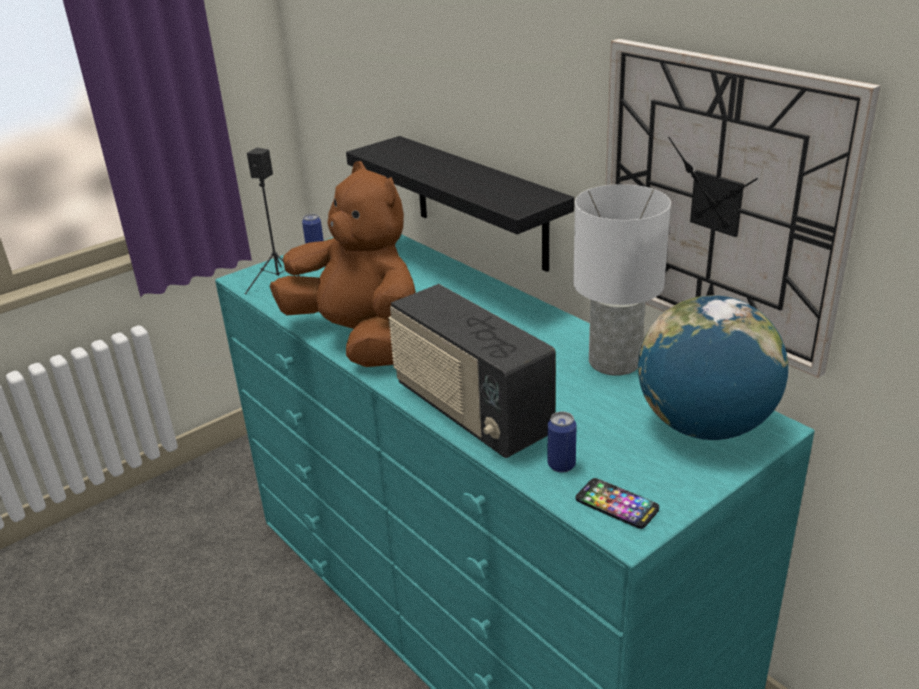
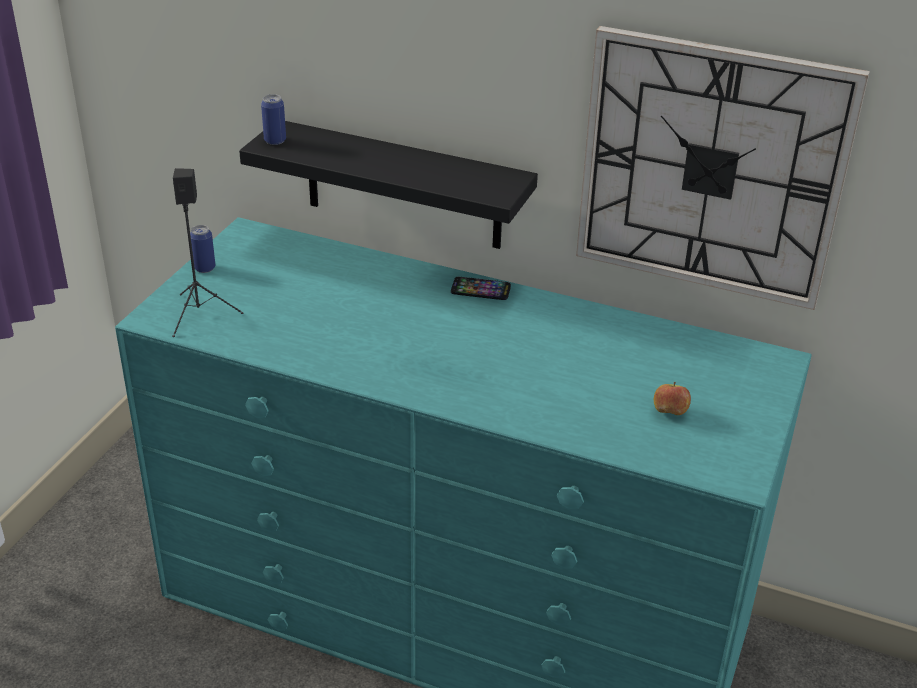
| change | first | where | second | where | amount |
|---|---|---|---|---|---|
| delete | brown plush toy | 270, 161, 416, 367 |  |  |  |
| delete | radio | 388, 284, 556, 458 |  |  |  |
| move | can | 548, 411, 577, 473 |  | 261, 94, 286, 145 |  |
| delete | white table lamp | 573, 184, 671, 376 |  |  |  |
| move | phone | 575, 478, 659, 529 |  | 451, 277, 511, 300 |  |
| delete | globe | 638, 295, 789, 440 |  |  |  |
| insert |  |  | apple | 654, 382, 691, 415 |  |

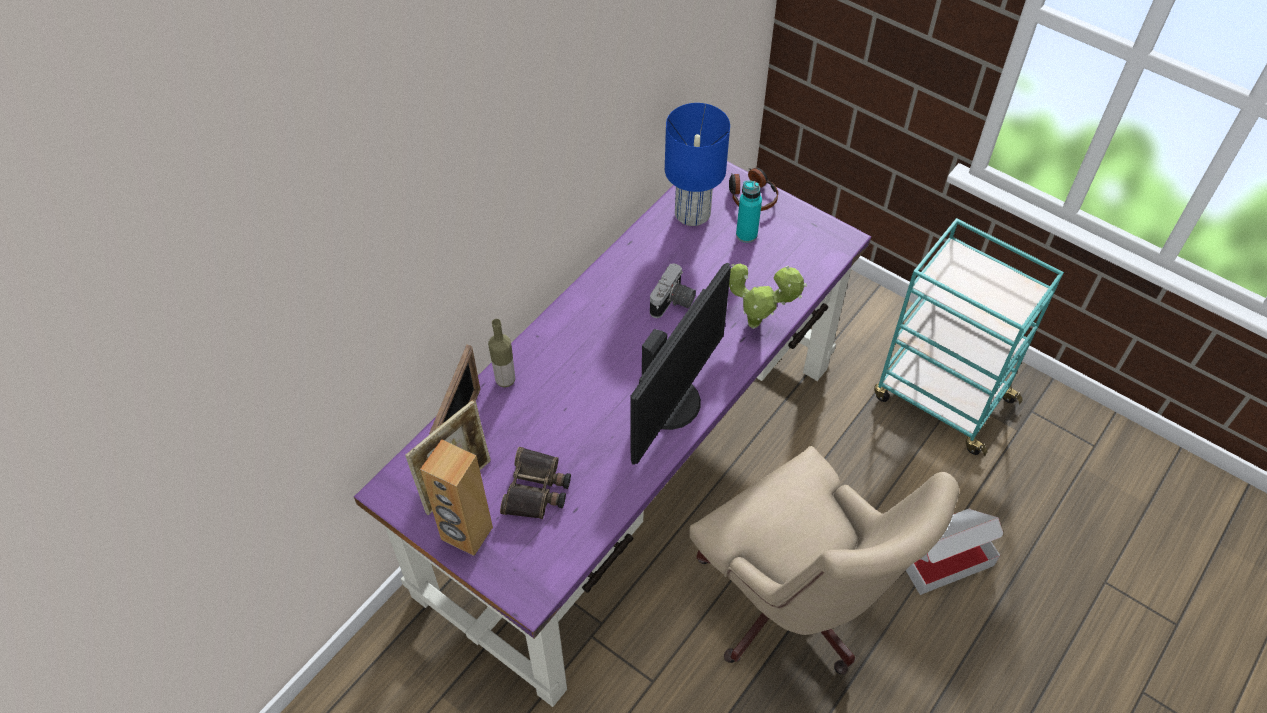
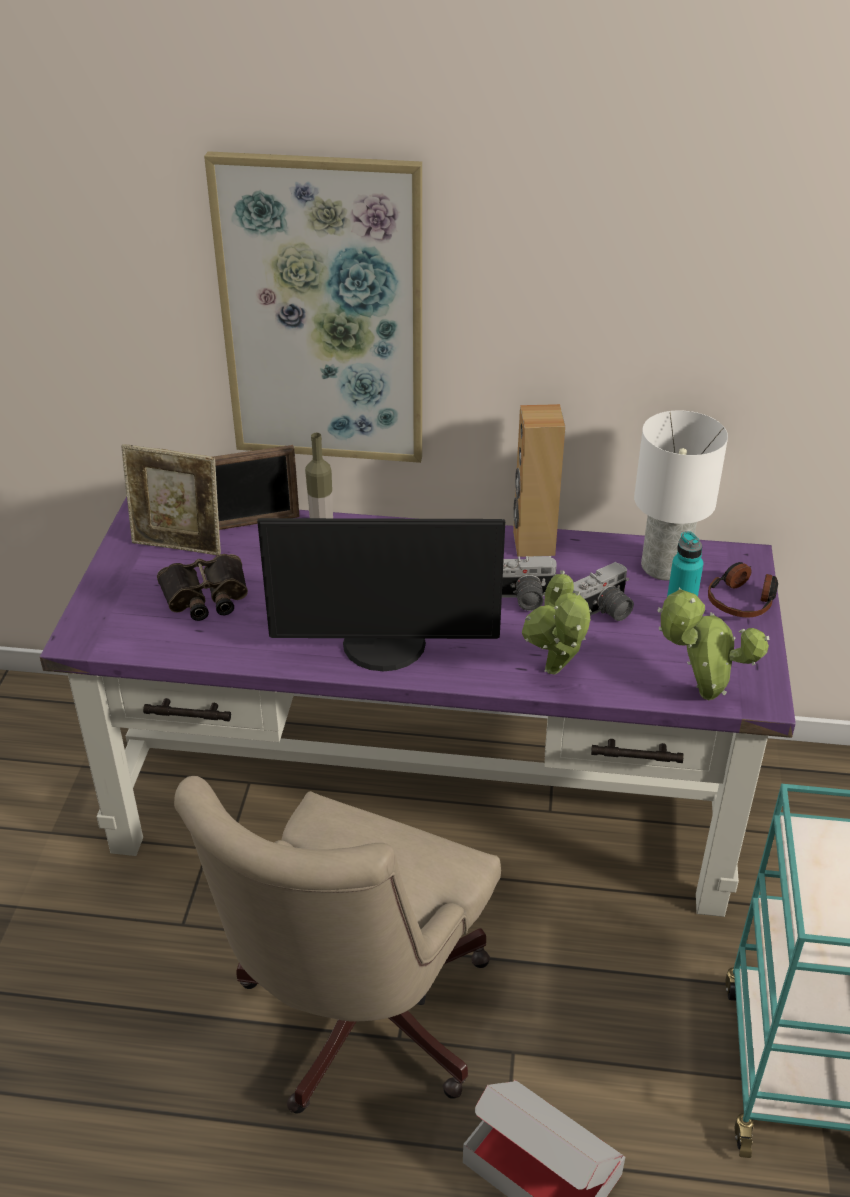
| change | first | where | second | where | amount |
|---|---|---|---|---|---|
| move | brown speaker | 420, 439, 493, 556 |  | 513, 404, 565, 557 |  |
| recolor | blue table lamp | 665, 103, 730, 226 | white table lamp | 634, 411, 728, 581 |  |
| insert |  |  | picture | 204, 151, 422, 463 |  |
| insert |  |  | photo camera | 572, 562, 634, 621 |  |
| insert |  |  | potted plant | 657, 588, 770, 701 |  |

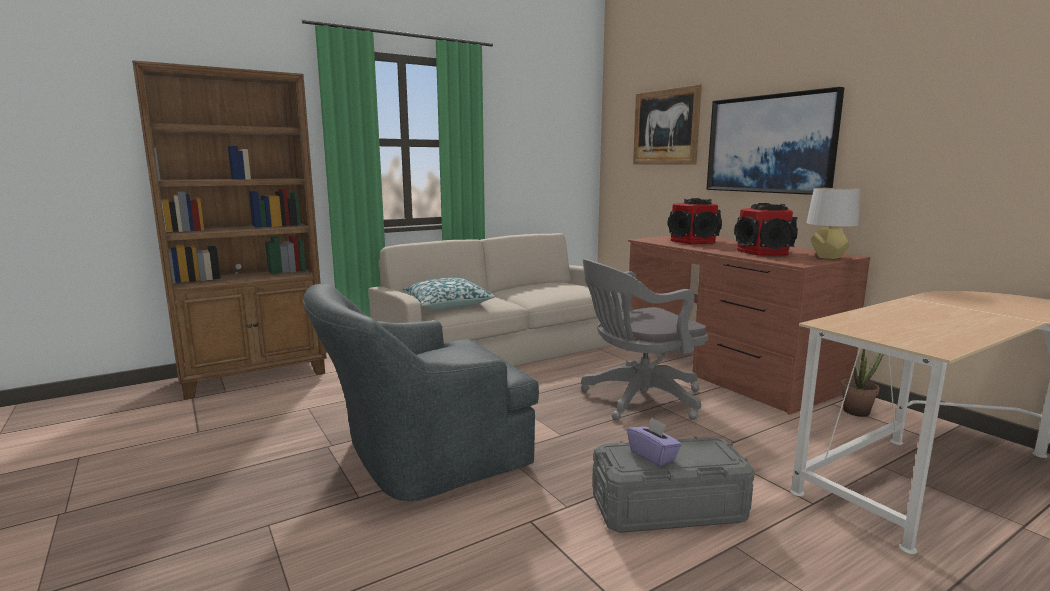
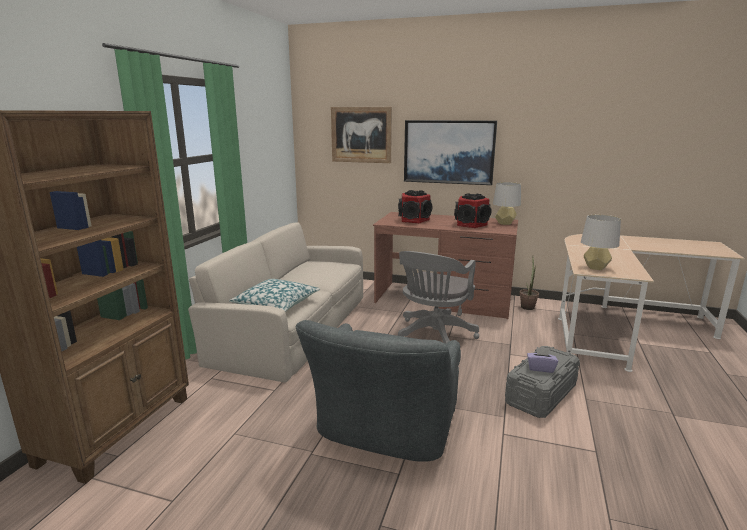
| change | first | where | second | where | amount |
|---|---|---|---|---|---|
| insert |  |  | grey table lamp | 581, 215, 621, 270 |  |

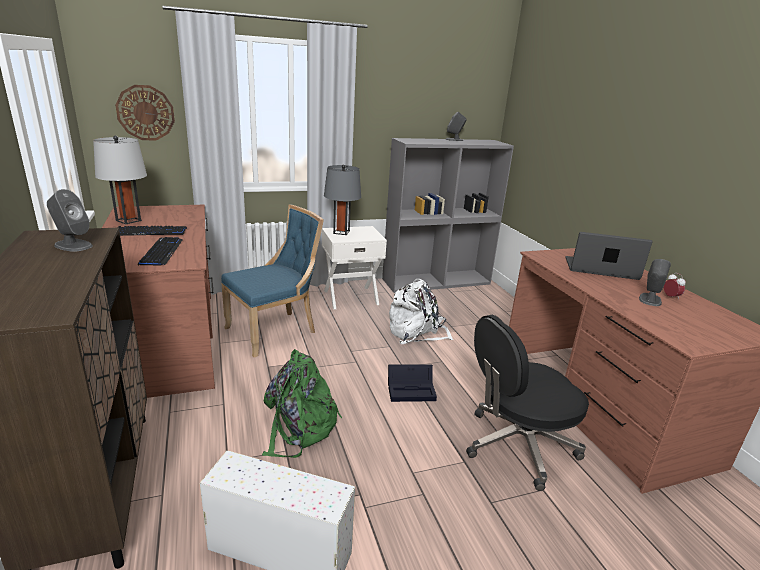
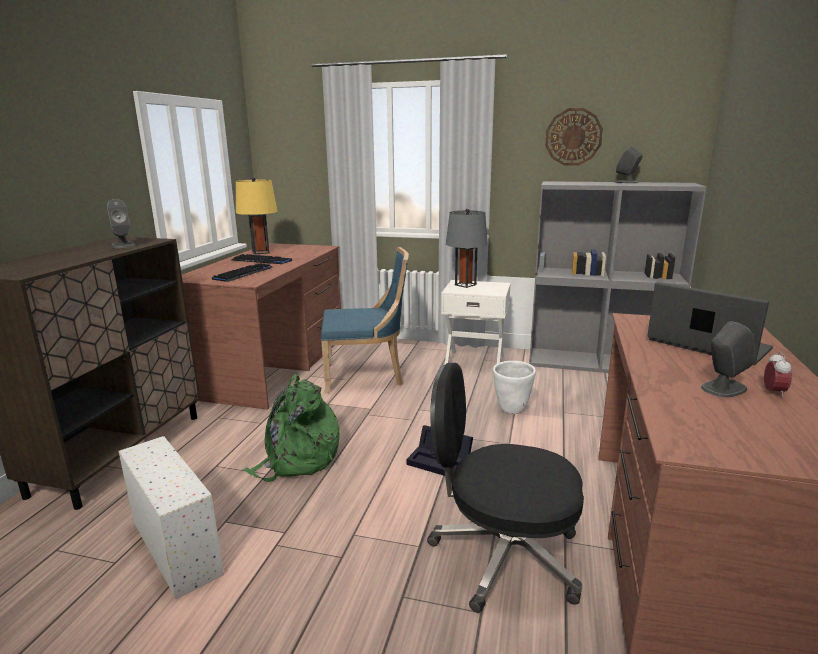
| change | first | where | second | where | amount |
|---|---|---|---|---|---|
| recolor | grey table lamp | 93, 136, 147, 224 | yellow table lamp | 236, 177, 277, 255 |  |
| move | wall clock | 115, 85, 175, 140 |  | 545, 108, 603, 166 |  |
| replace | white backpack | 389, 279, 453, 344 | white planter | 493, 361, 536, 414 |  |

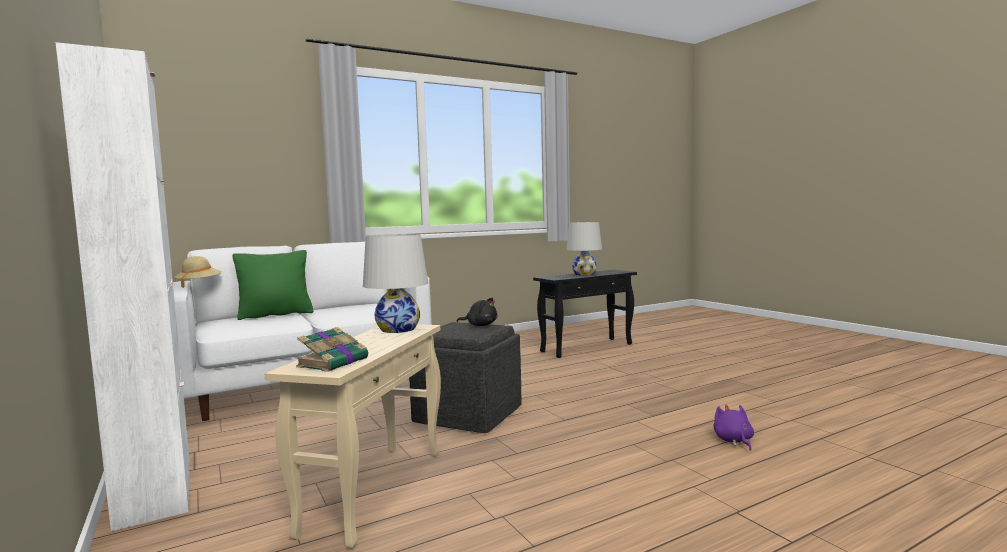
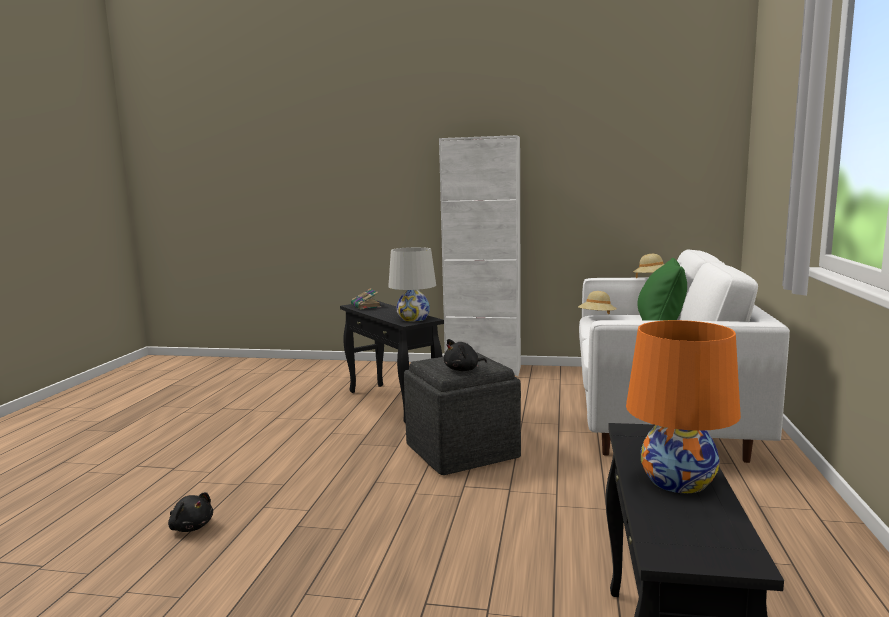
| change | first | where | second | where | amount |
|---|---|---|---|---|---|
| recolor | beige side table | 264, 324, 441, 549 | black side table | 340, 301, 444, 423 |  |
| recolor | white table lamp | 567, 222, 602, 275 | orange table lamp | 626, 320, 741, 493 |  |
| recolor | purple plush toy | 713, 405, 754, 451 | black plush toy | 168, 492, 213, 532 |  |
| insert |  |  | beige hat | 578, 291, 617, 314 |  |

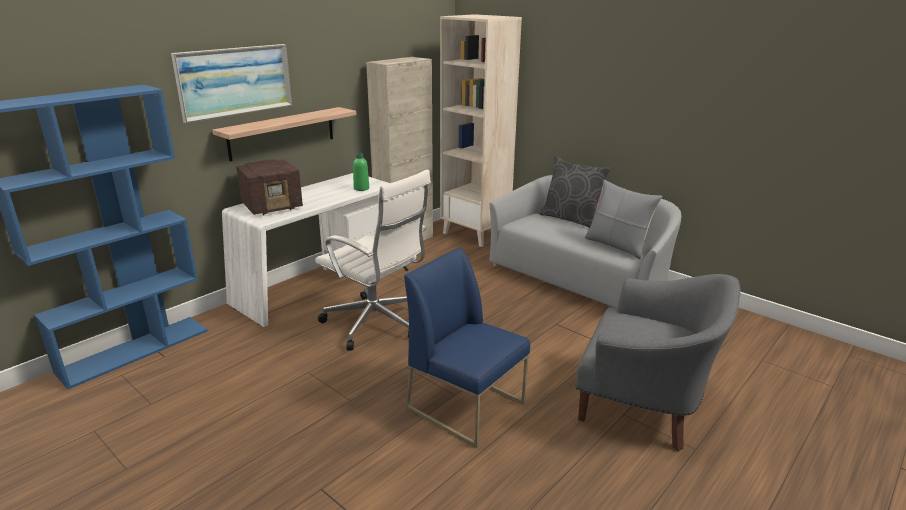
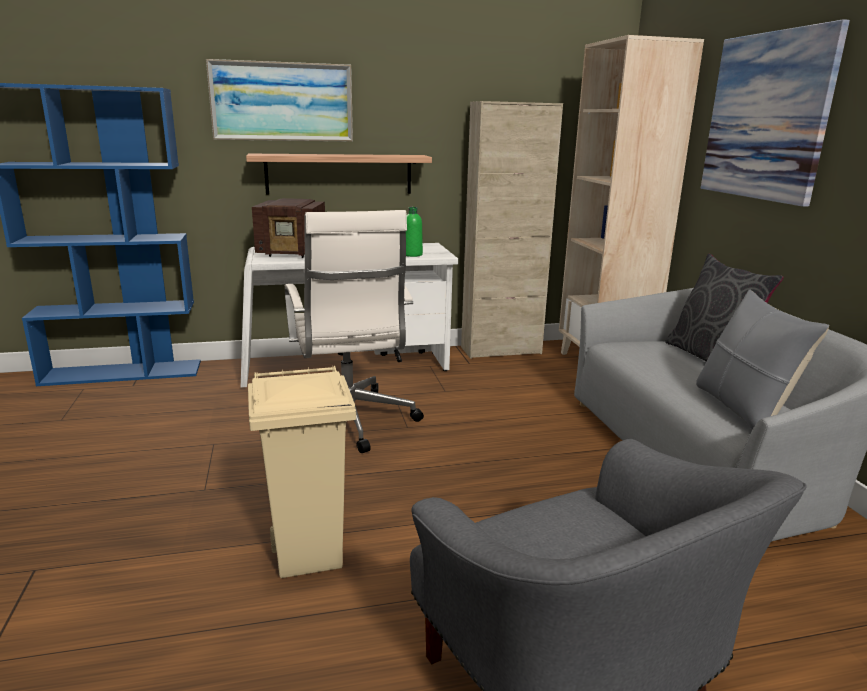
| change | first | where | second | where | amount |
|---|---|---|---|---|---|
| replace | blue chair | 404, 247, 530, 448 | beige trash can | 248, 366, 356, 578 |  |
| insert |  |  | picture | 701, 19, 850, 207 |  |

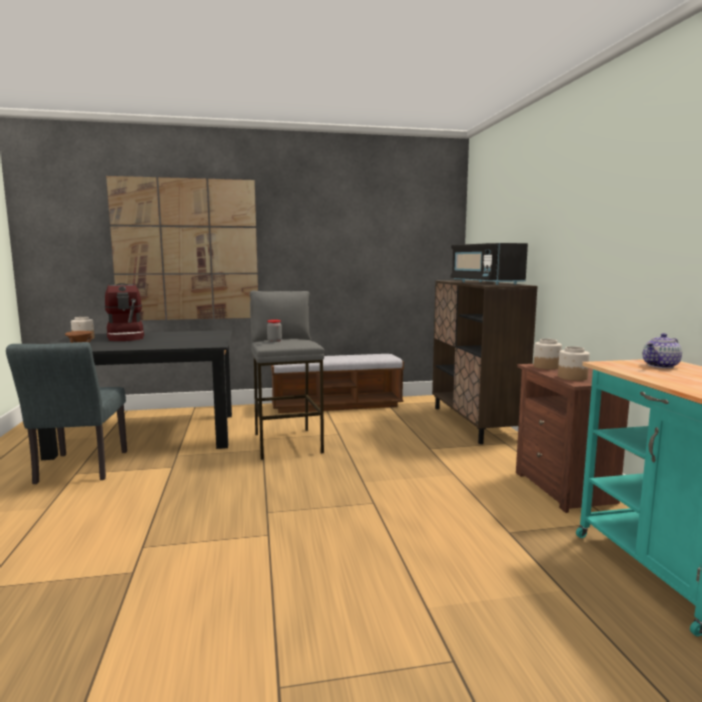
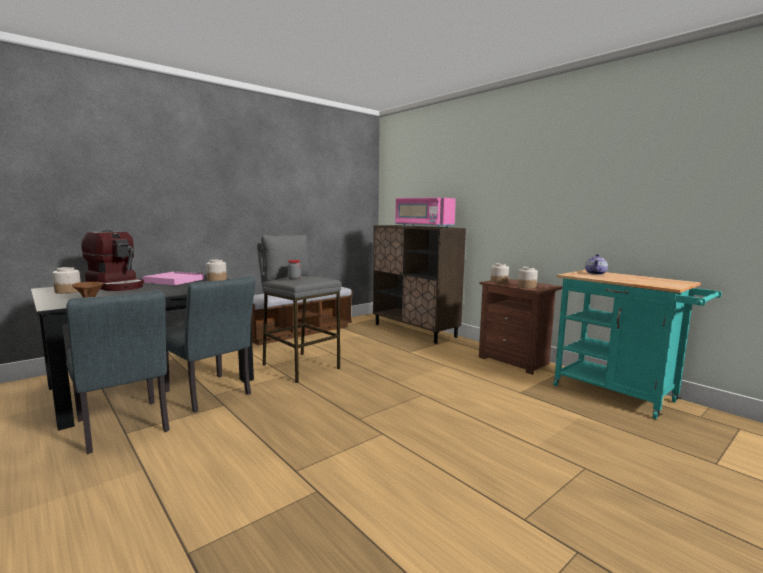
| change | first | where | second | where | amount |
|---|---|---|---|---|---|
| delete | picture | 106, 176, 258, 320 |  |  |  |
| recolor | black microwave | 450, 243, 528, 285 | pink microwave | 395, 198, 456, 228 |  |
| insert |  |  | pink tray | 143, 271, 204, 285 |  |
| insert |  |  | grey chair | 164, 276, 255, 413 |  |
| insert |  |  | jar | 206, 259, 227, 281 |  |

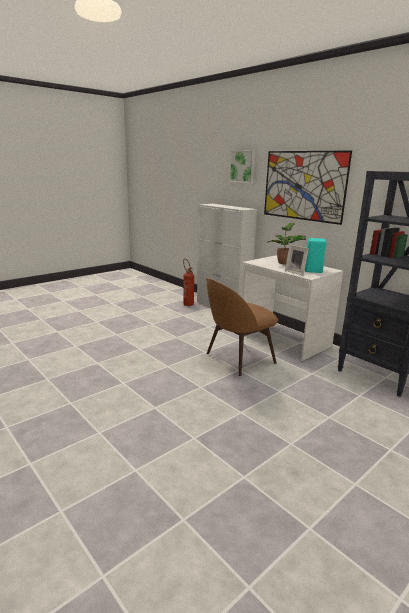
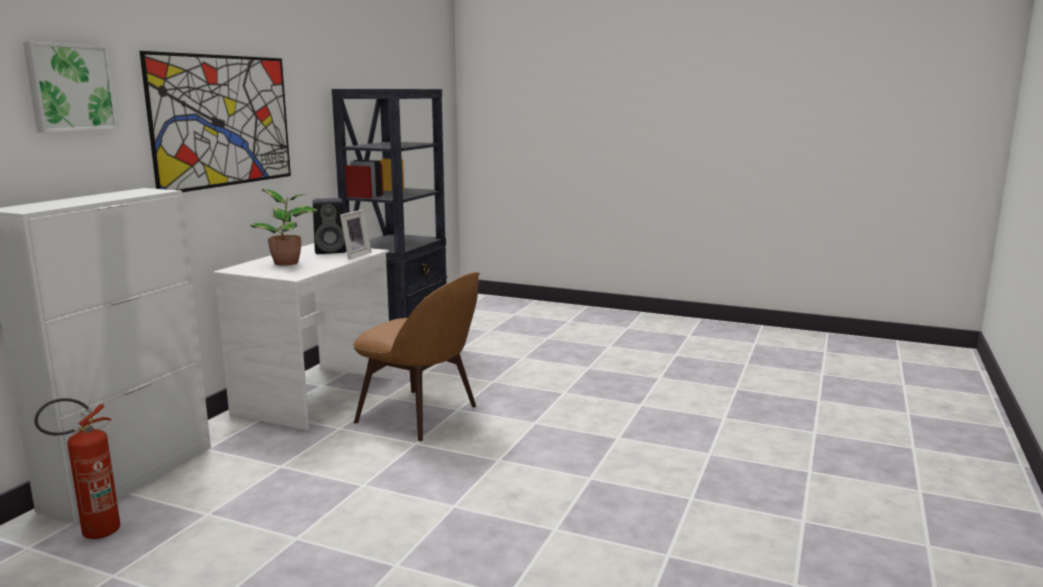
| change | first | where | second | where | amount |
|---|---|---|---|---|---|
| recolor | turquoise speaker | 305, 238, 327, 273 | black speaker | 313, 198, 347, 254 |  |

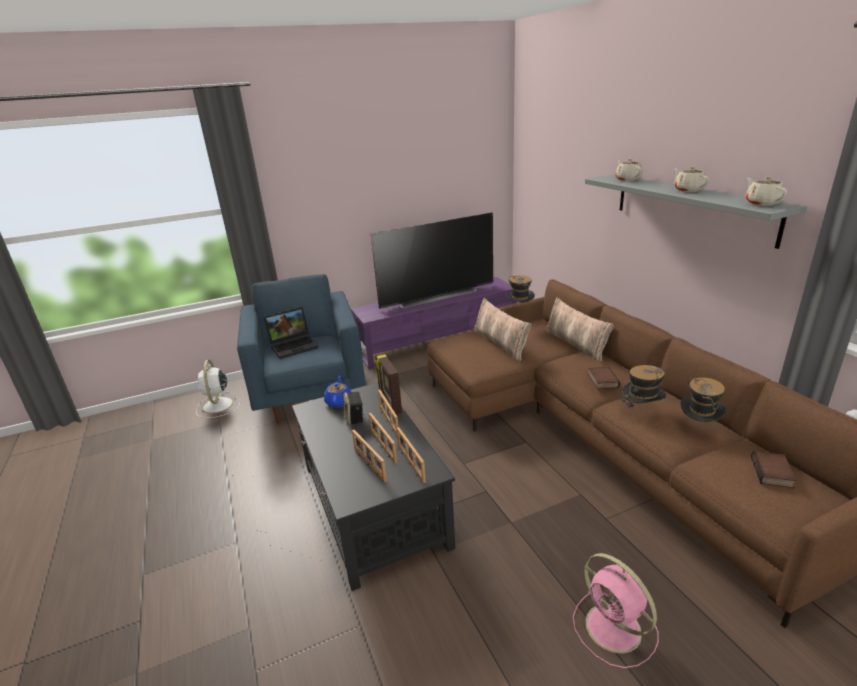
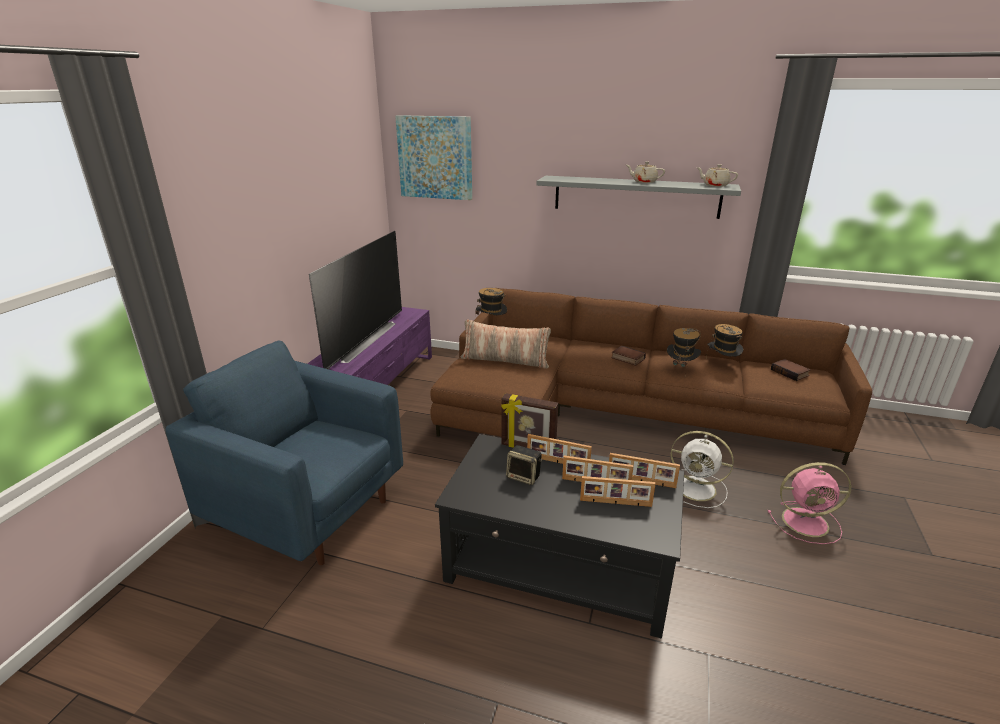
| change | first | where | second | where | amount |
|---|---|---|---|---|---|
| move | white fan | 196, 360, 240, 418 |  | 671, 431, 734, 508 |  |
| delete | laptop | 264, 307, 319, 359 |  |  |  |
| delete | blue teapot | 324, 375, 351, 408 |  |  |  |
| delete | pillow | 544, 297, 614, 362 |  |  |  |
| delete | beige teapot | 615, 158, 643, 181 |  |  |  |
| insert |  |  | picture | 395, 115, 472, 200 |  |

